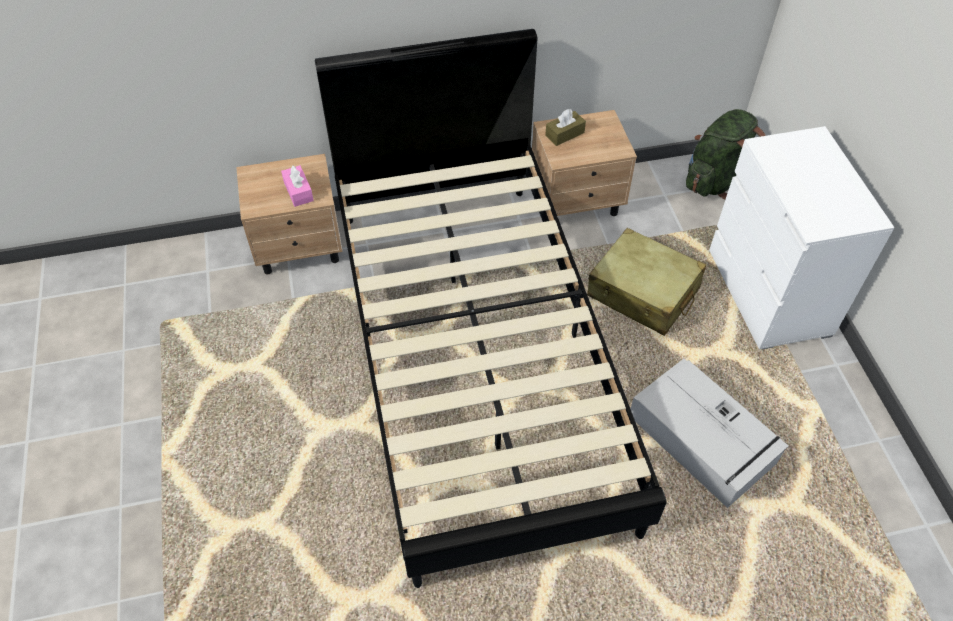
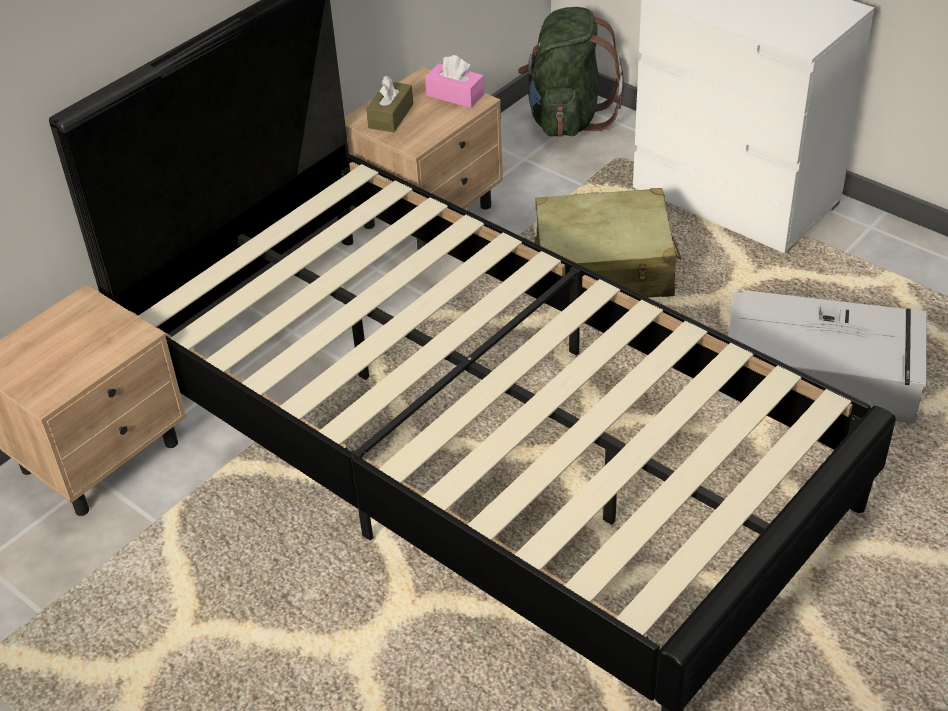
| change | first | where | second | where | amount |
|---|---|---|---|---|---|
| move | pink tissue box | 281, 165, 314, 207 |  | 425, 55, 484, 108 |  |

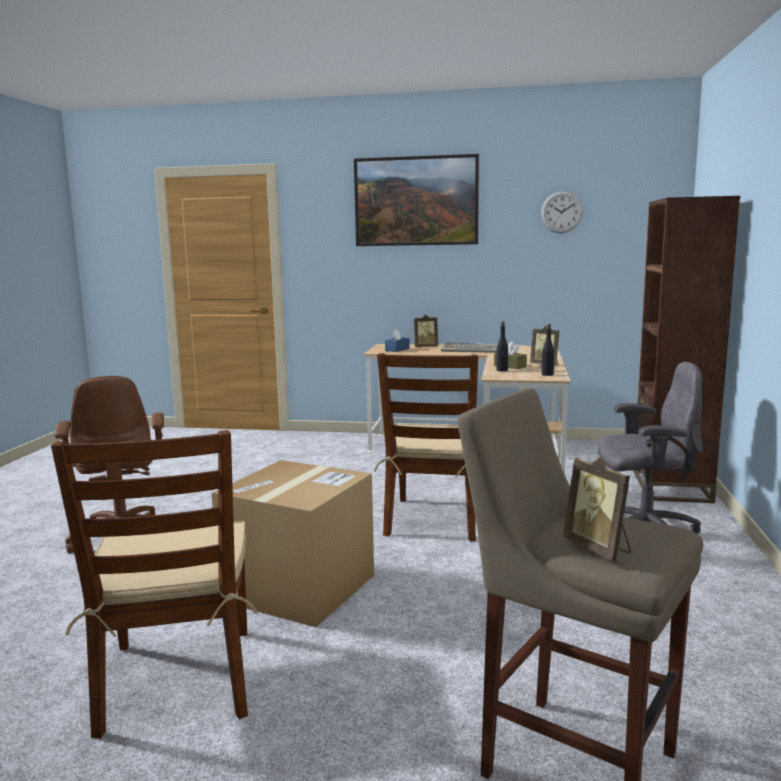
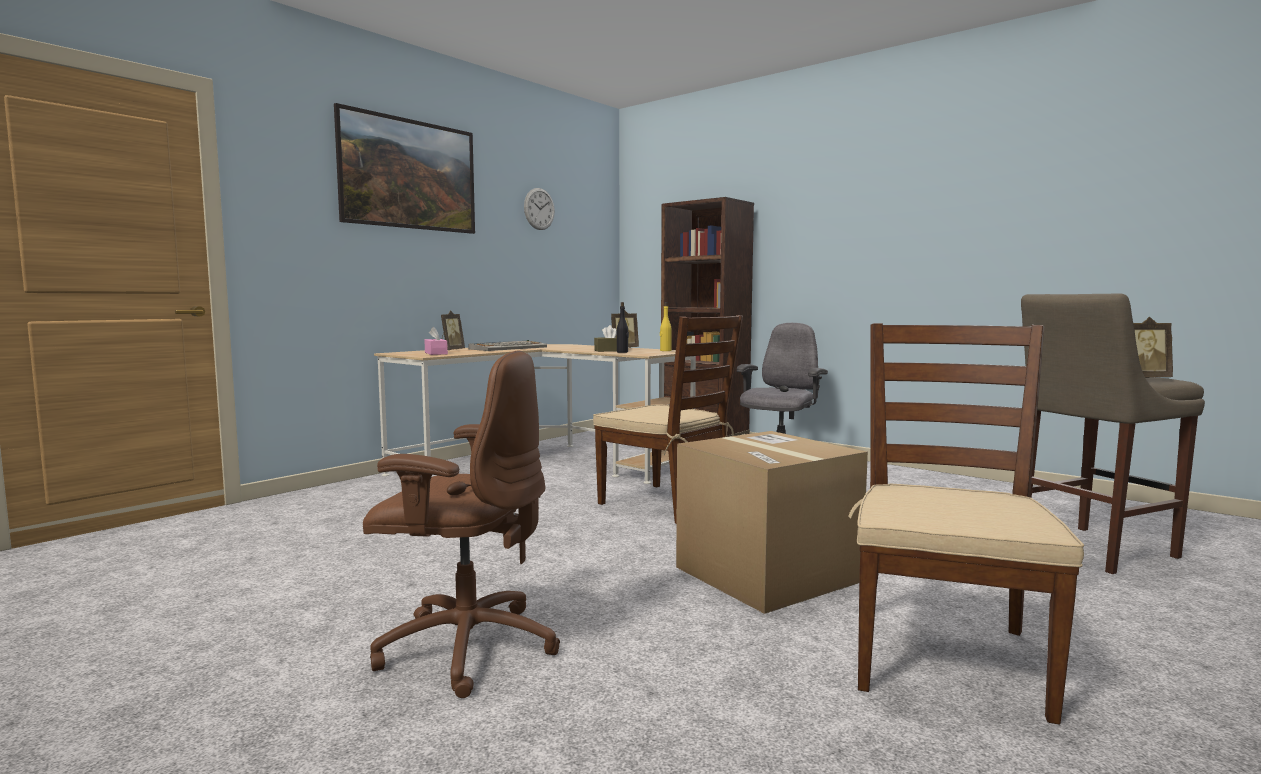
| change | first | where | second | where | amount |
|---|---|---|---|---|---|
| rotate | brown chair | 51, 430, 258, 739 |  | 848, 323, 1084, 725 | 90 degrees counterclockwise |
| recolor | blue tissue box | 385, 329, 409, 352 | pink tissue box | 424, 327, 448, 355 |  |
| recolor | black bottle | 541, 324, 554, 376 | yellow bottle | 660, 302, 672, 351 |  |

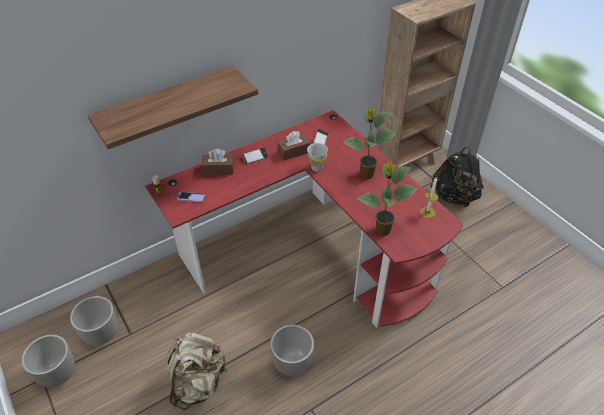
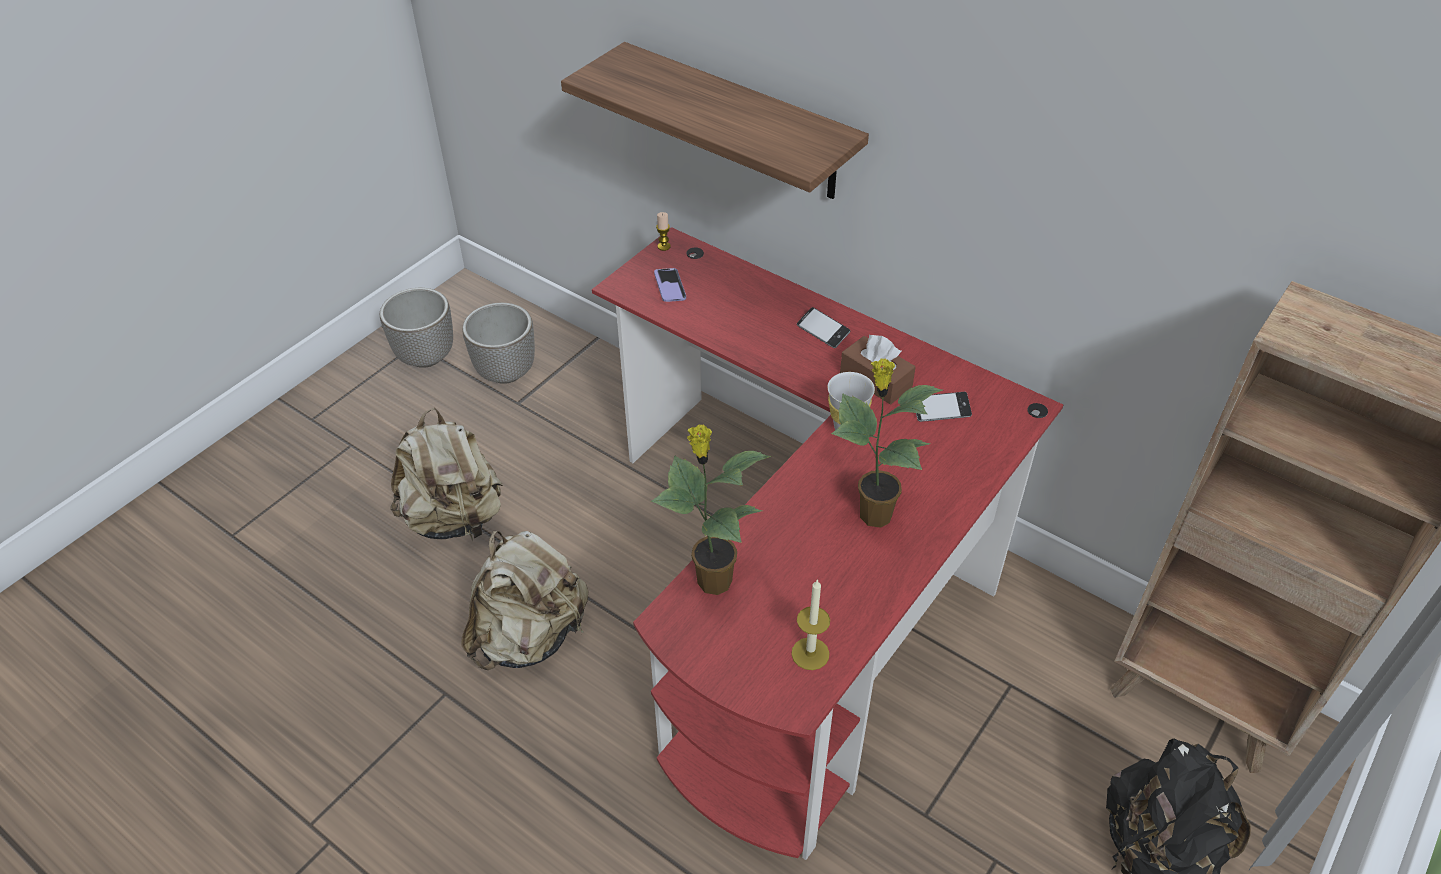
| change | first | where | second | where | amount |
|---|---|---|---|---|---|
| delete | brown tissue box | 201, 149, 234, 175 |  |  |  |
| replace | planter | 270, 325, 314, 376 | beige backpack | 461, 531, 588, 670 |  |

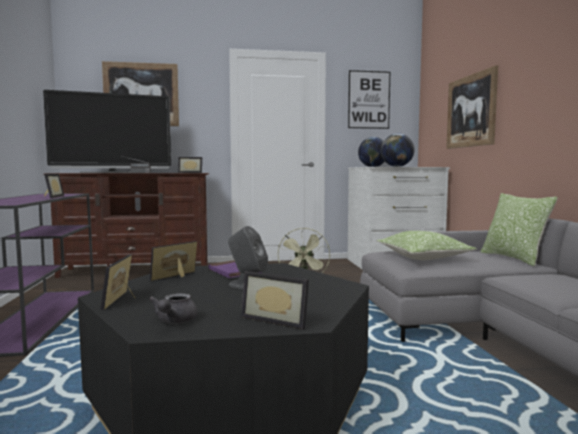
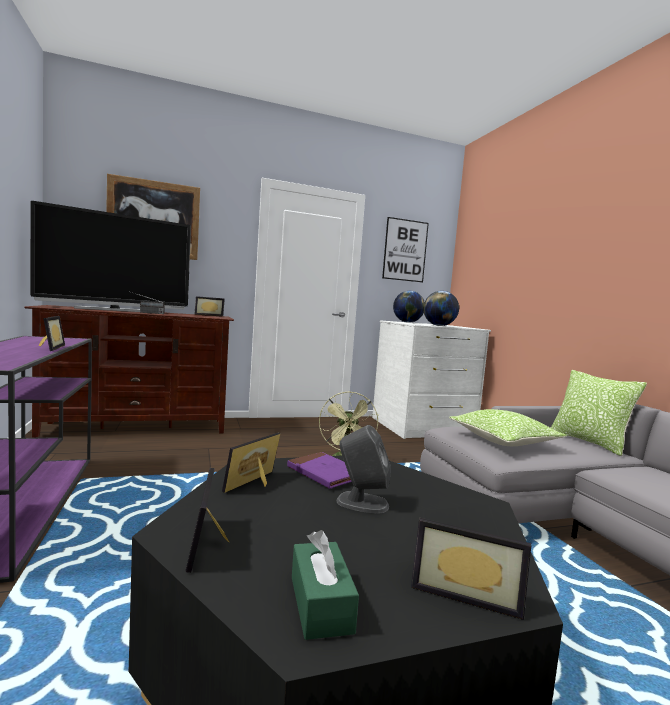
| change | first | where | second | where | amount |
|---|---|---|---|---|---|
| replace | grey teapot | 149, 293, 198, 323 | green tissue box | 292, 530, 359, 640 |  |
| delete | picture | 446, 65, 498, 149 |  |  |  |

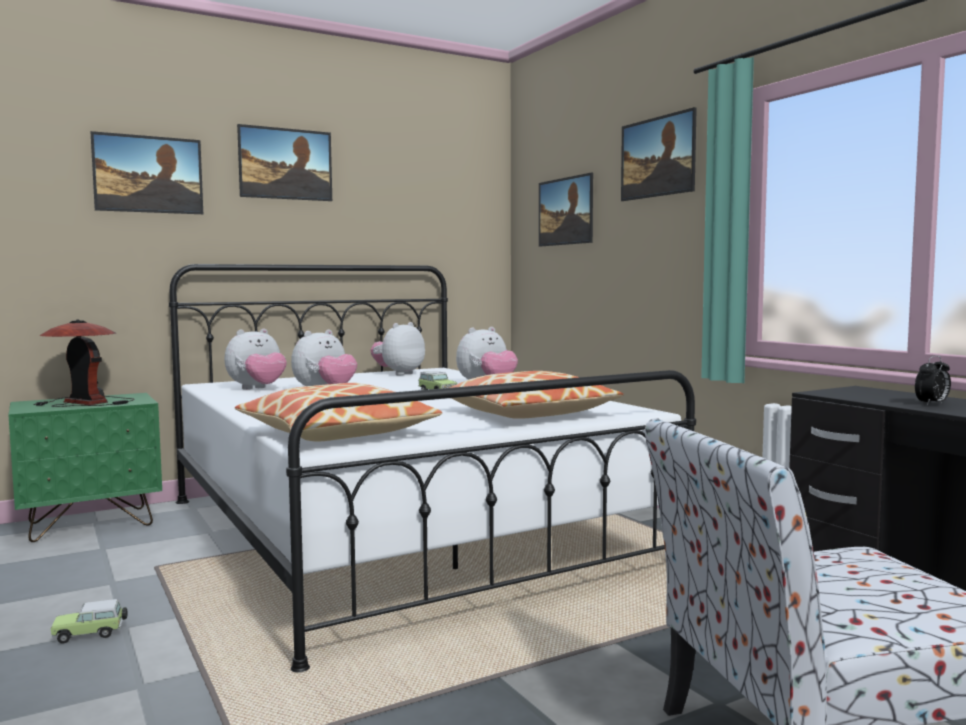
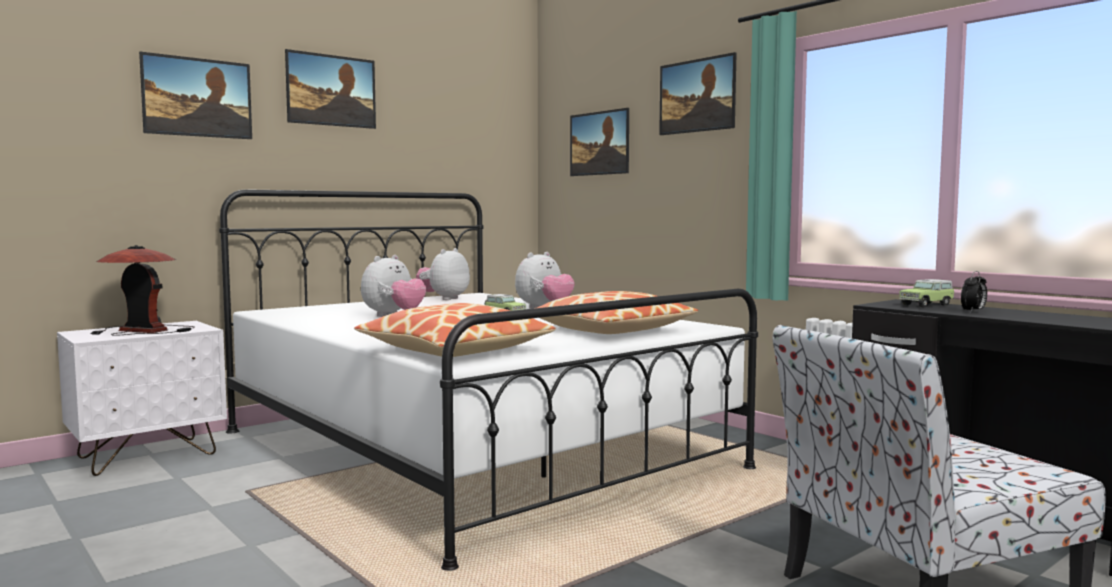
| change | first | where | second | where | amount |
|---|---|---|---|---|---|
| recolor | green nightstand | 8, 393, 162, 542 | white nightstand | 57, 321, 227, 476 |  |
| move | toy car | 51, 599, 128, 644 |  | 899, 279, 955, 308 |  |
| delete | plush toy | 224, 328, 287, 390 |  |  |  |

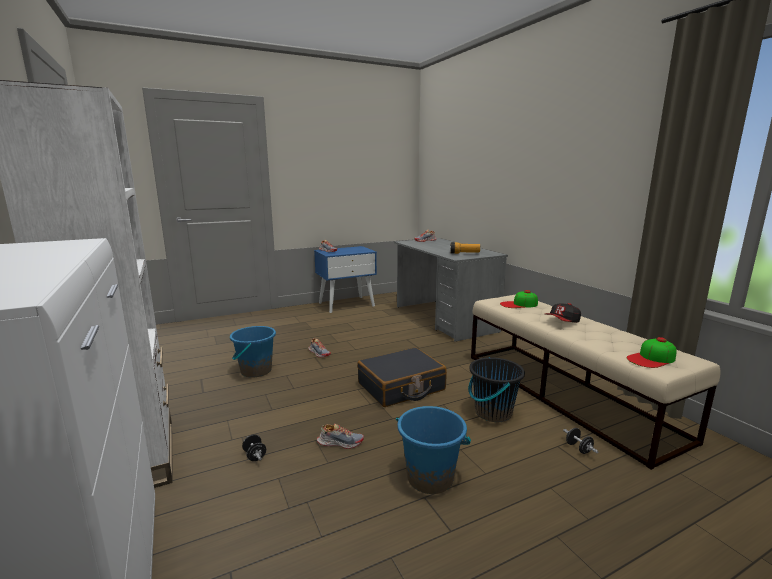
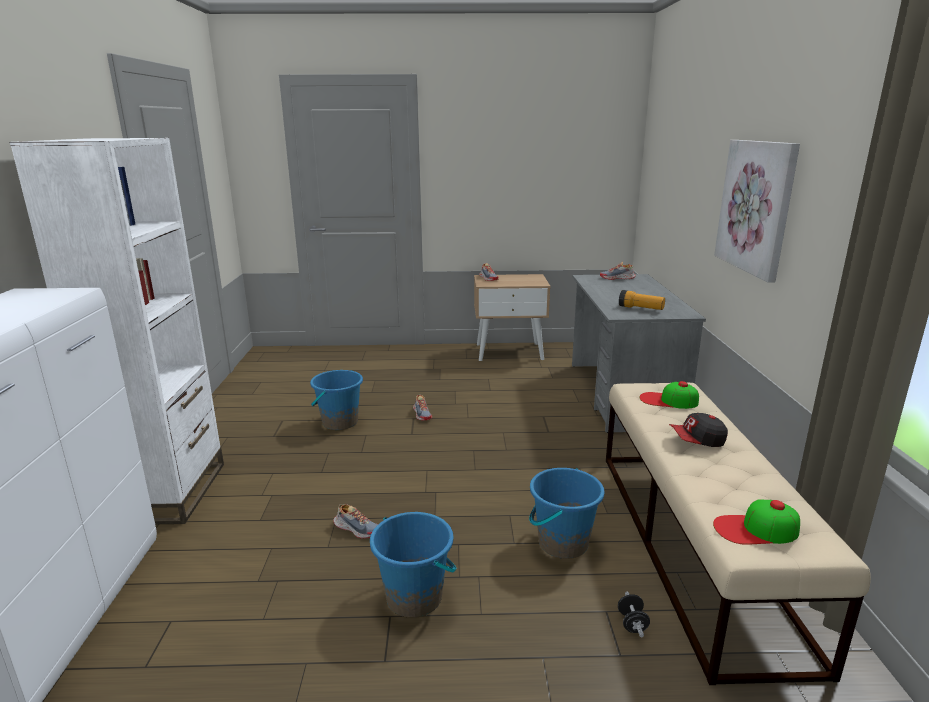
| change | first | where | second | where | amount |
|---|---|---|---|---|---|
| delete | black dumbbell | 242, 434, 266, 461 |  |  |  |
| recolor | blue nightstand | 314, 246, 377, 313 | beige nightstand | 474, 274, 550, 361 |  |
| delete | black suitcase | 357, 347, 447, 407 |  |  |  |
| recolor | black bucket | 469, 357, 525, 422 | blue bucket | 529, 468, 604, 559 |  |
| insert |  |  | picture | 714, 140, 800, 283 |  |

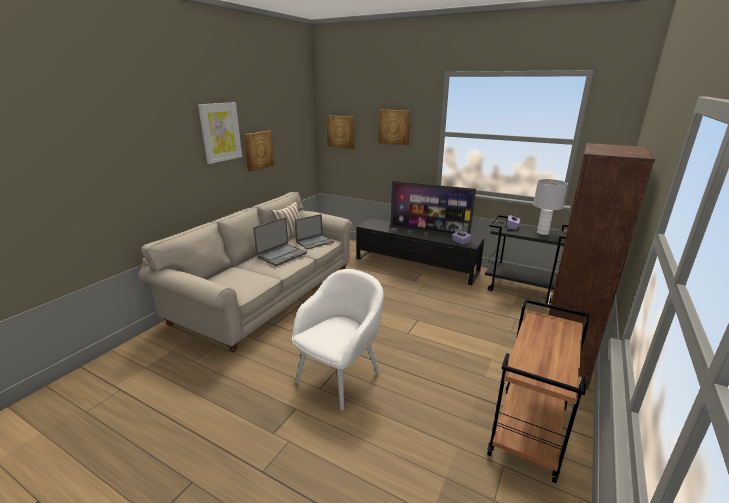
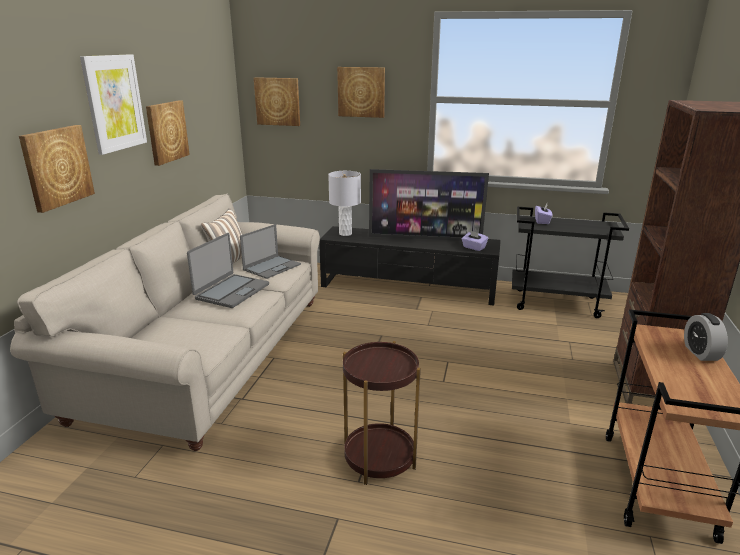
| change | first | where | second | where | amount |
|---|---|---|---|---|---|
| replace | white armchair | 292, 269, 384, 410 | brown side table | 343, 341, 421, 485 |  |
| move | grey table lamp | 533, 179, 568, 235 |  | 328, 171, 361, 236 |  |
| insert |  |  | picture | 19, 125, 95, 213 |  |
| insert |  |  | alarm clock | 684, 313, 728, 361 |  |

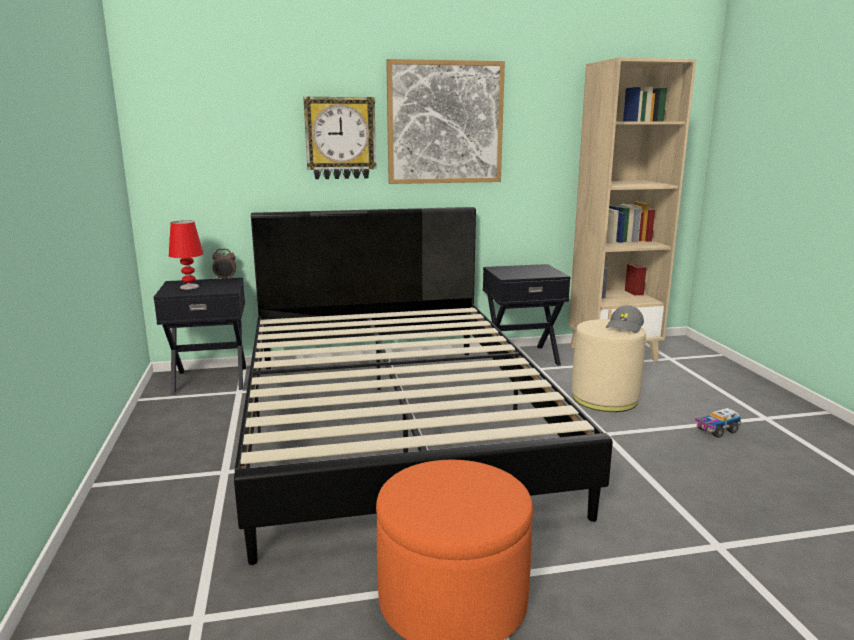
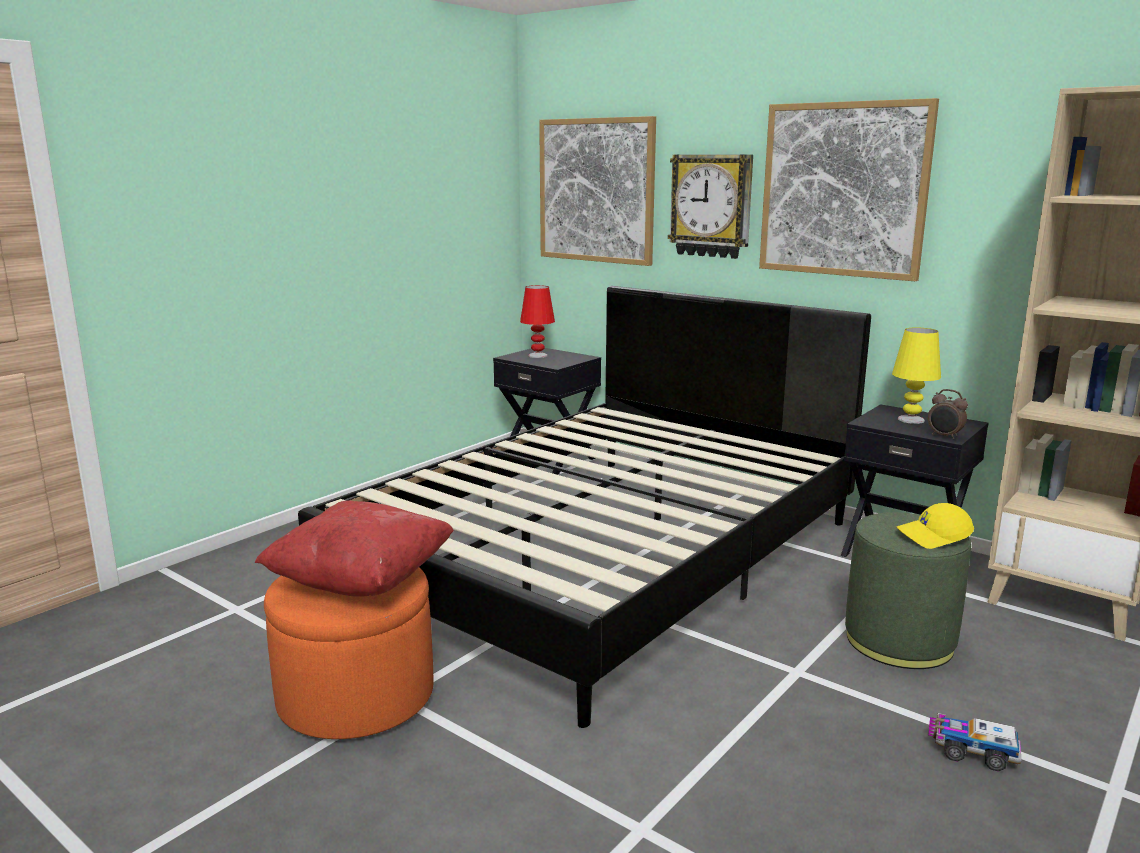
| change | first | where | second | where | amount |
|---|---|---|---|---|---|
| move | alarm clock | 212, 249, 236, 280 |  | 928, 389, 968, 440 |  |
| recolor | beige ottoman | 572, 319, 646, 412 | green ottoman | 845, 512, 971, 669 |  |
| recolor | grey cap | 605, 305, 644, 333 | yellow cap | 897, 503, 974, 549 |  |
| insert |  |  | red pillow | 254, 500, 454, 597 |  |
| insert |  |  | picture | 539, 116, 656, 266 |  |
| insert |  |  | yellow table lamp | 892, 328, 941, 424 |  |

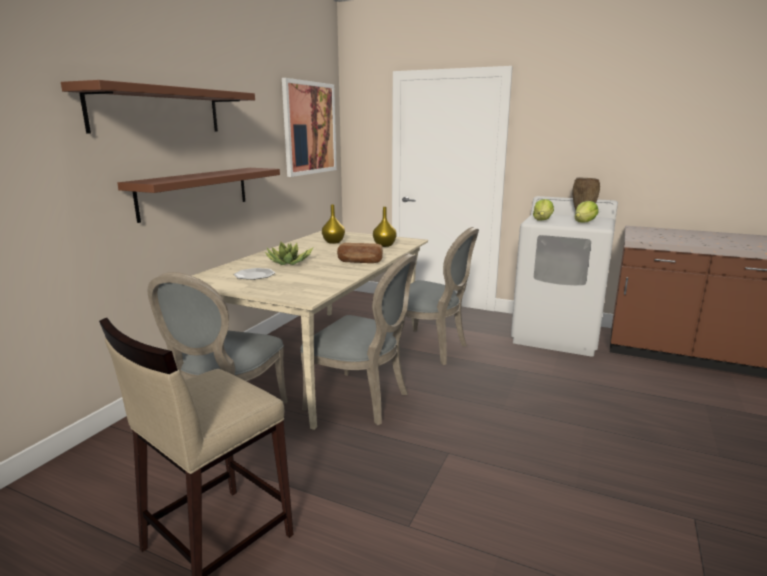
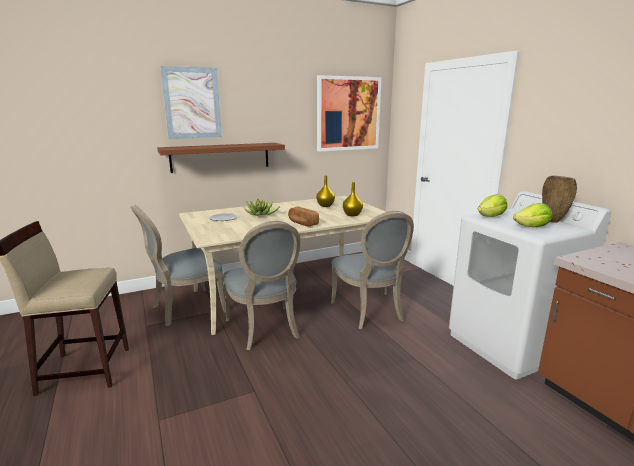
| change | first | where | second | where | amount |
|---|---|---|---|---|---|
| replace | brown shelf | 61, 80, 255, 133 | picture | 160, 66, 222, 139 |  |

